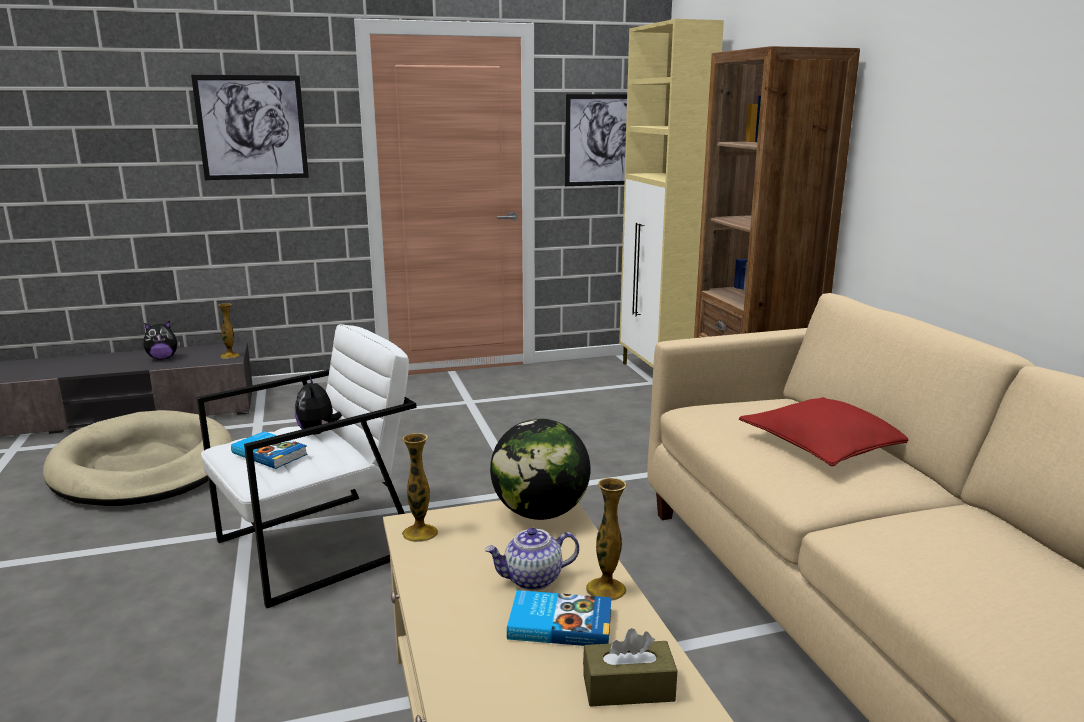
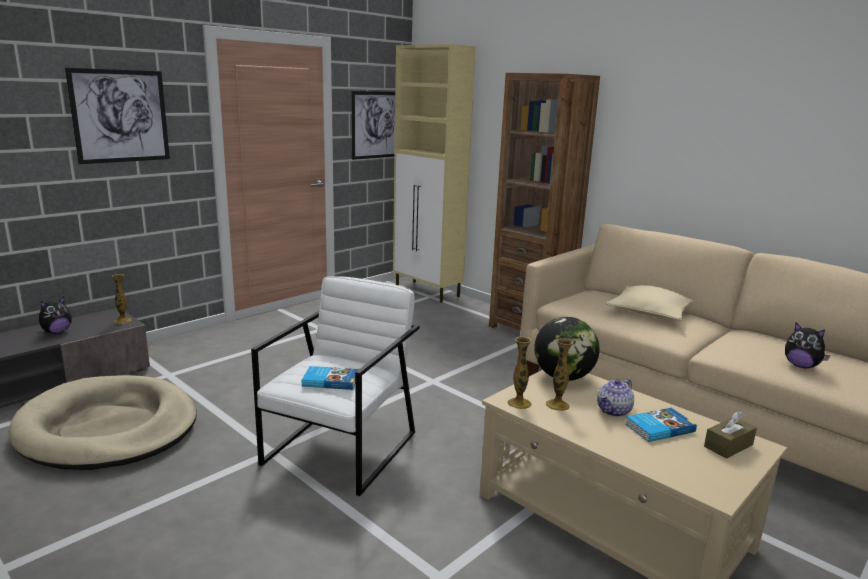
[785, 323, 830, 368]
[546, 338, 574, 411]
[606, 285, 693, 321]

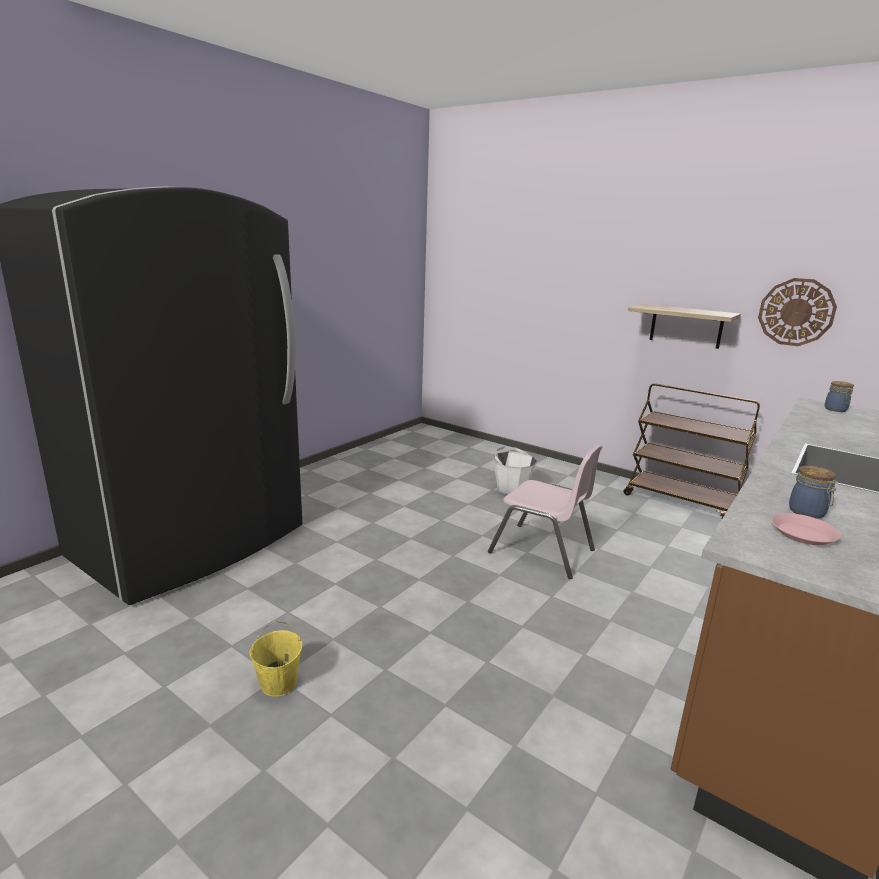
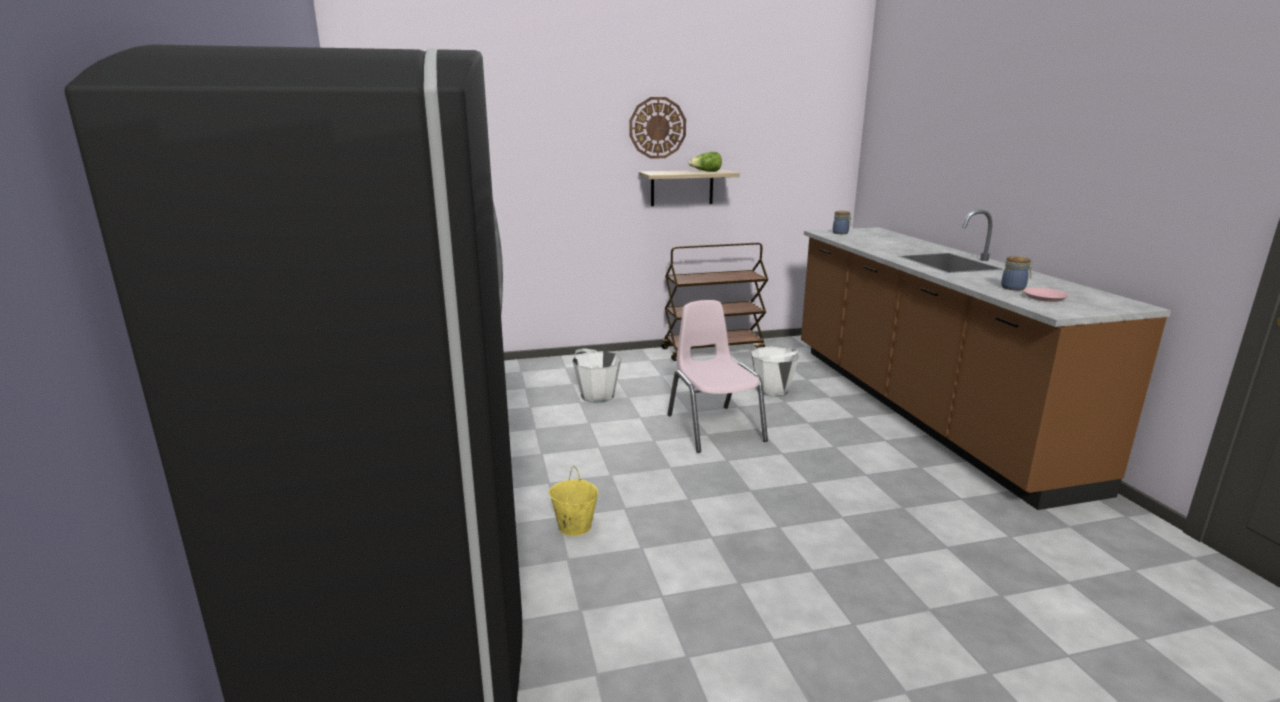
[549, 466, 598, 536]
[667, 300, 768, 453]
[629, 97, 686, 159]
[688, 152, 722, 172]
[751, 346, 799, 397]

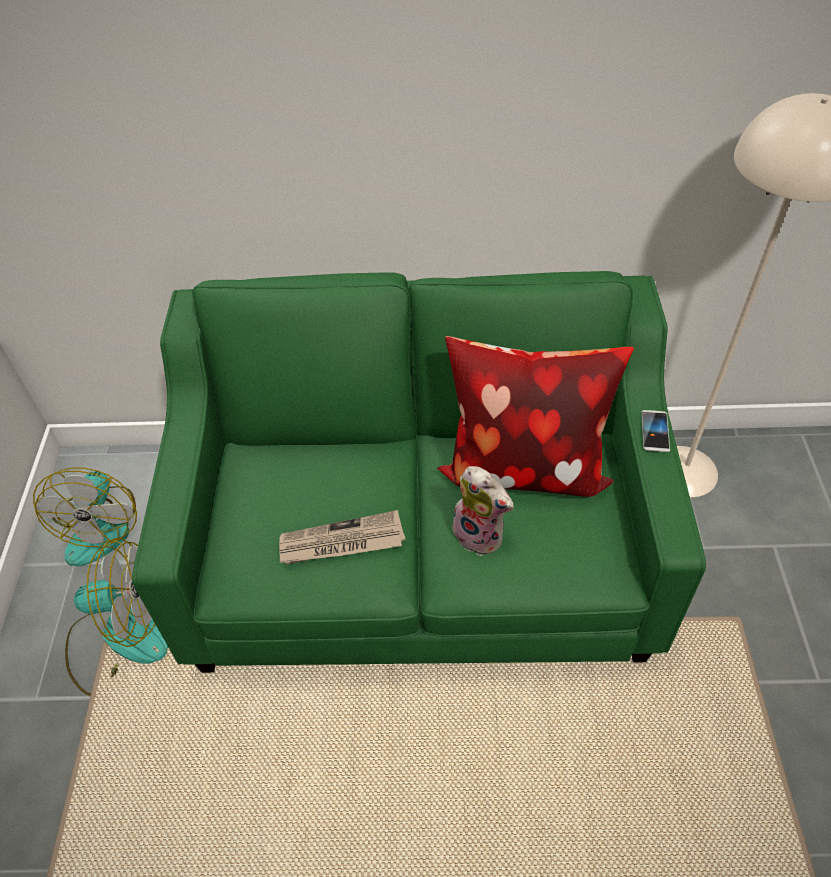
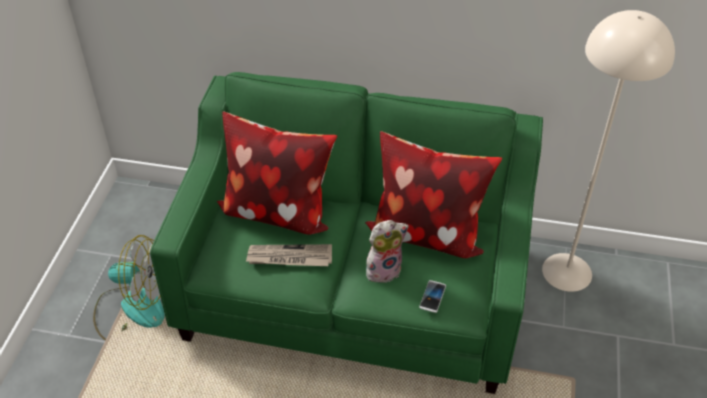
[33, 468, 137, 566] (first image)
[366, 220, 409, 283]
[419, 280, 446, 313]
[217, 111, 337, 235]

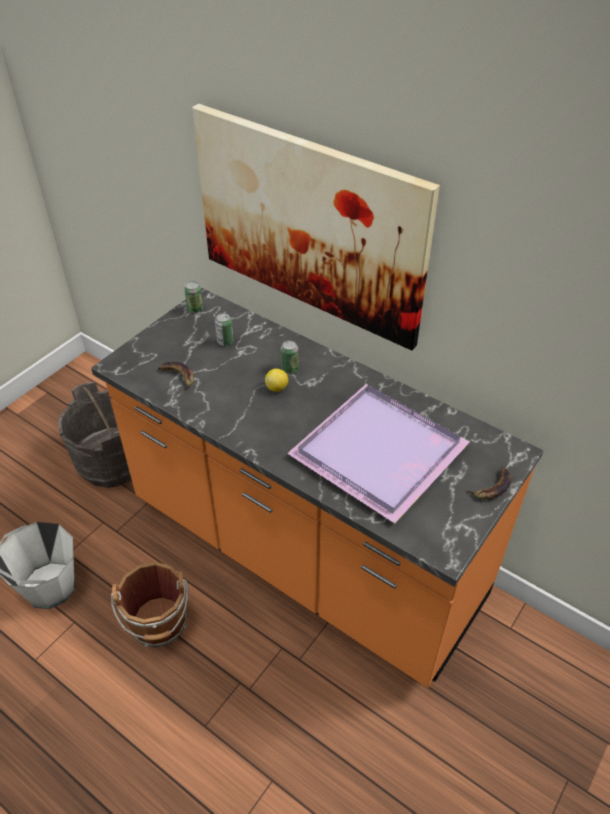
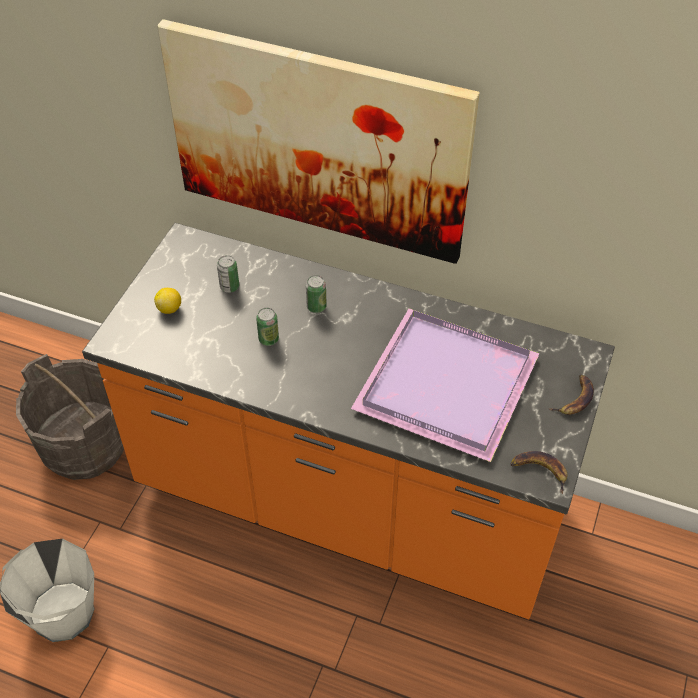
[111, 562, 188, 648] (first image)
[510, 451, 568, 494]
[256, 308, 279, 346]
[154, 288, 181, 314]

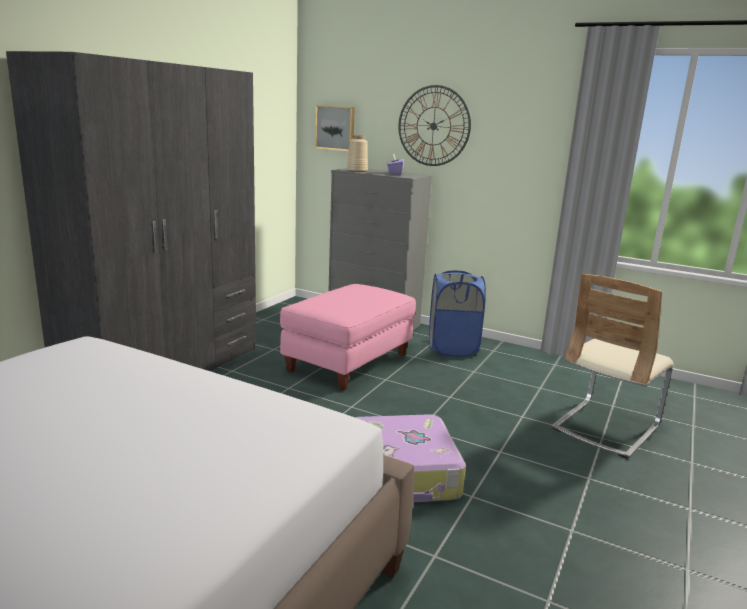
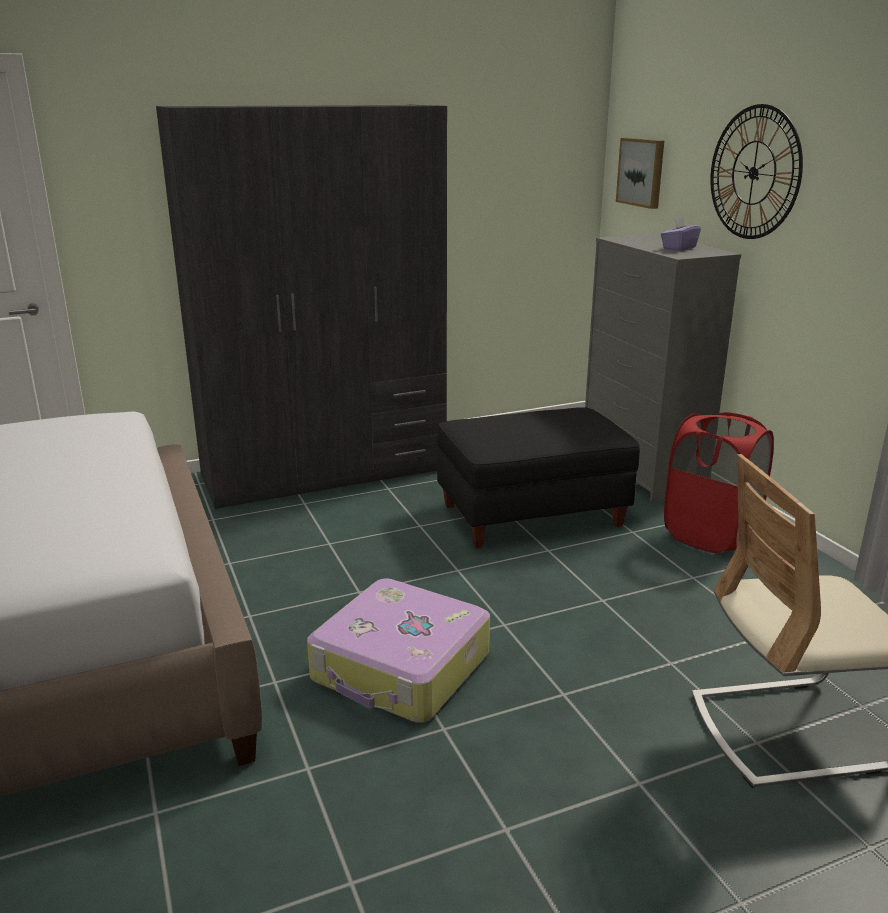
[437, 407, 640, 548]
[347, 135, 368, 172] (first image)
[664, 412, 774, 553]

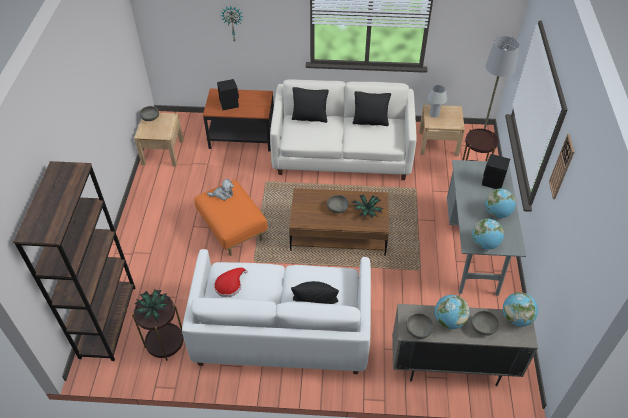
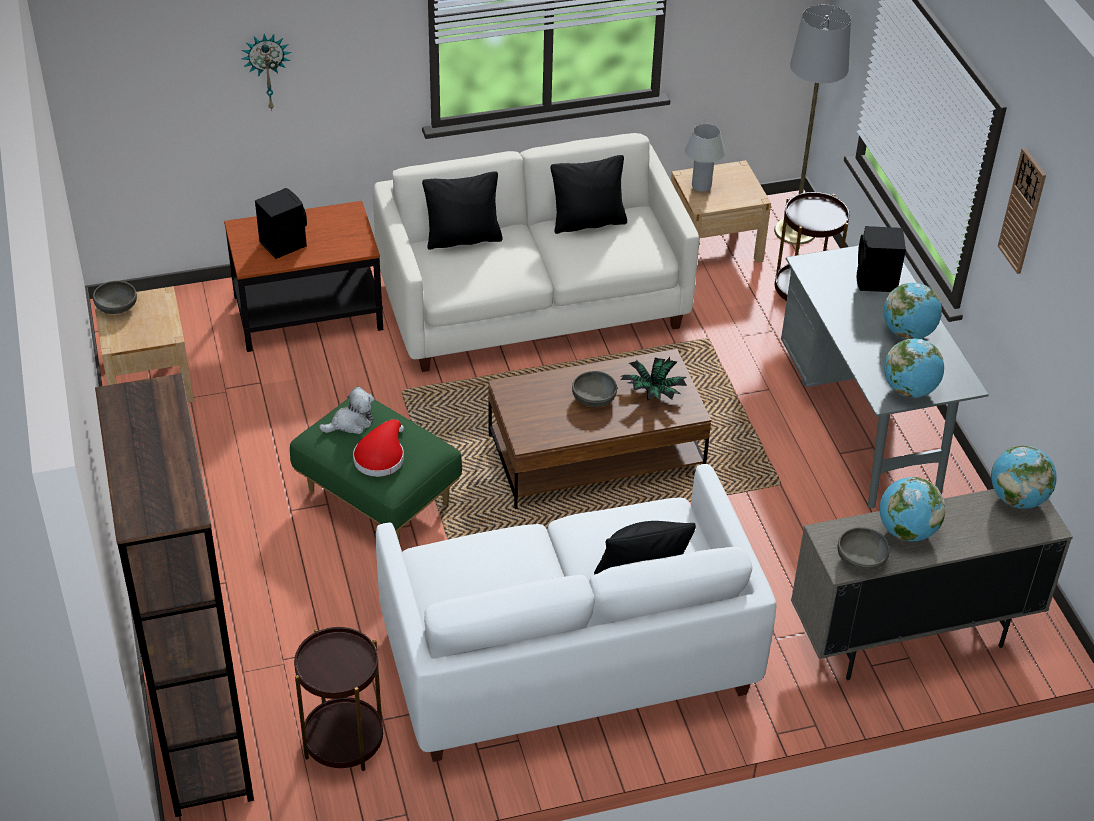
[134, 289, 170, 322] (first image)
[290, 399, 462, 544]
[353, 419, 404, 477]
[471, 310, 499, 336] (first image)

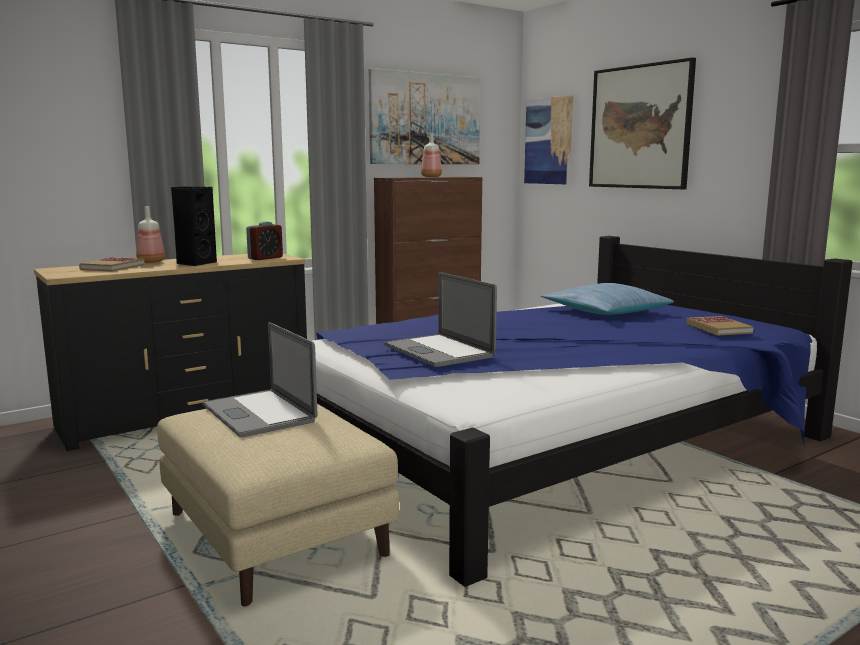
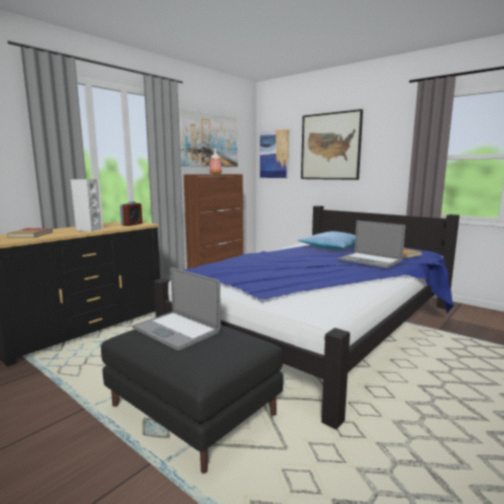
[136, 206, 165, 263] (first image)
[101, 324, 283, 473]
[70, 179, 103, 232]
[338, 220, 405, 268]

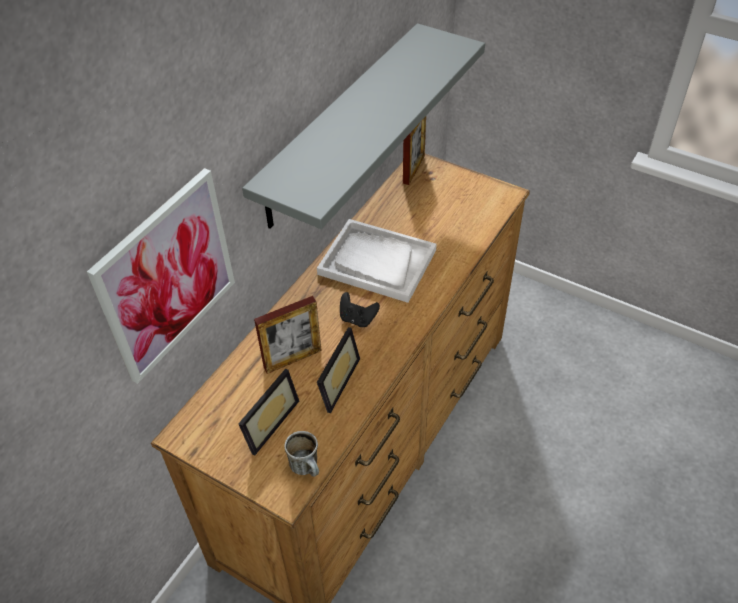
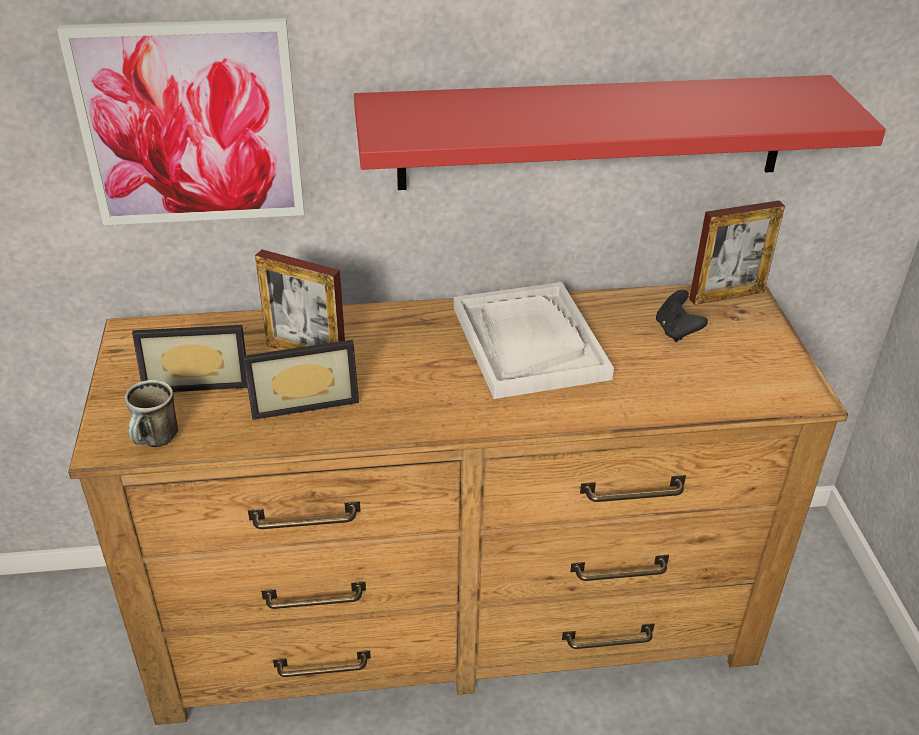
[354, 75, 886, 190]
[656, 290, 708, 342]

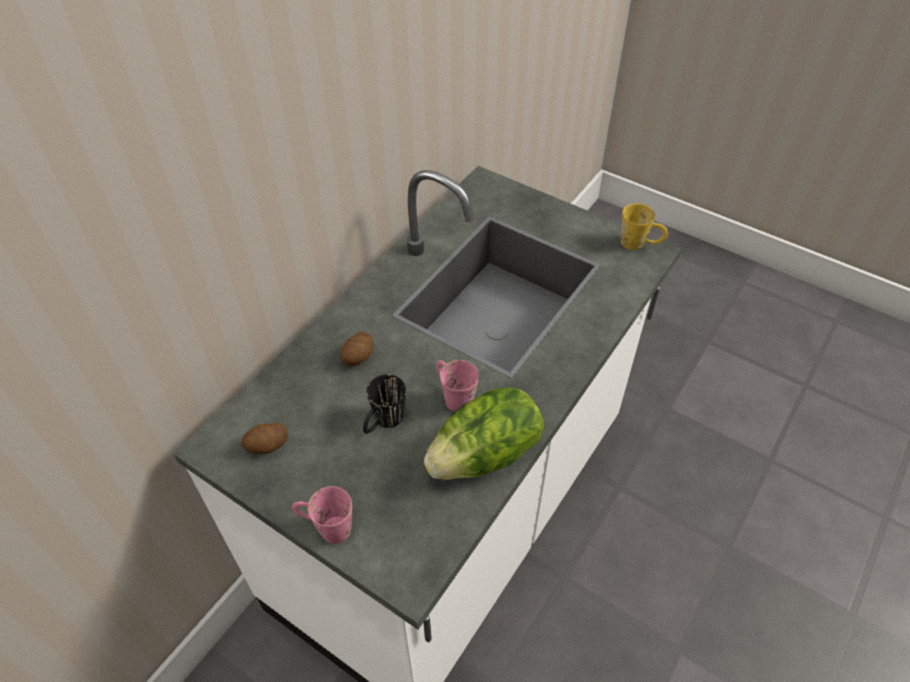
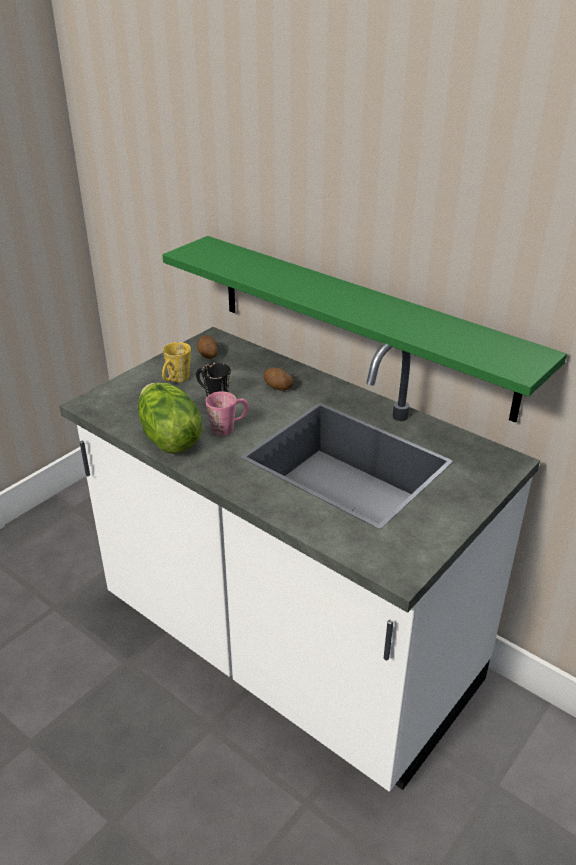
[292, 486, 352, 544] (first image)
[162, 342, 191, 382]
[162, 236, 567, 423]

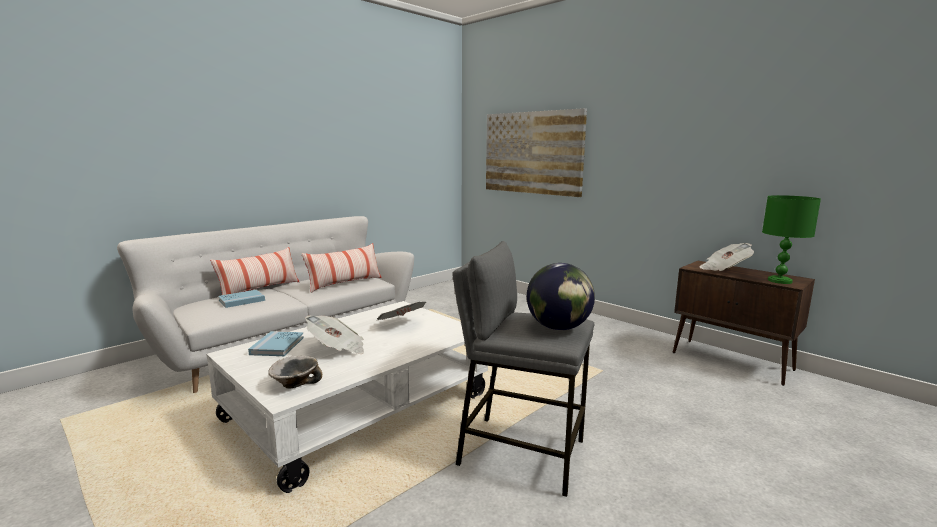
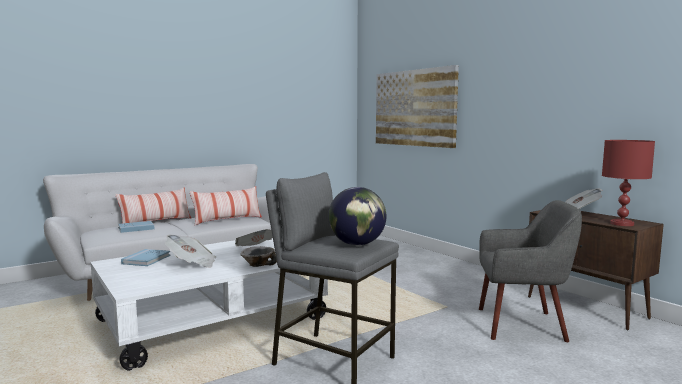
[240, 246, 277, 267]
[602, 140, 655, 226]
[479, 200, 582, 342]

